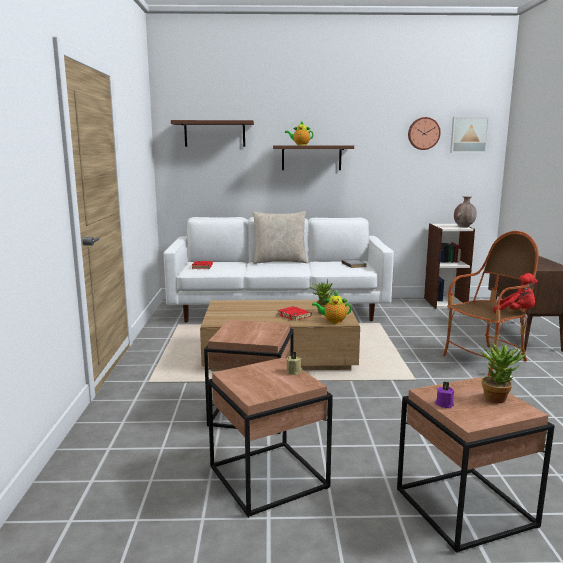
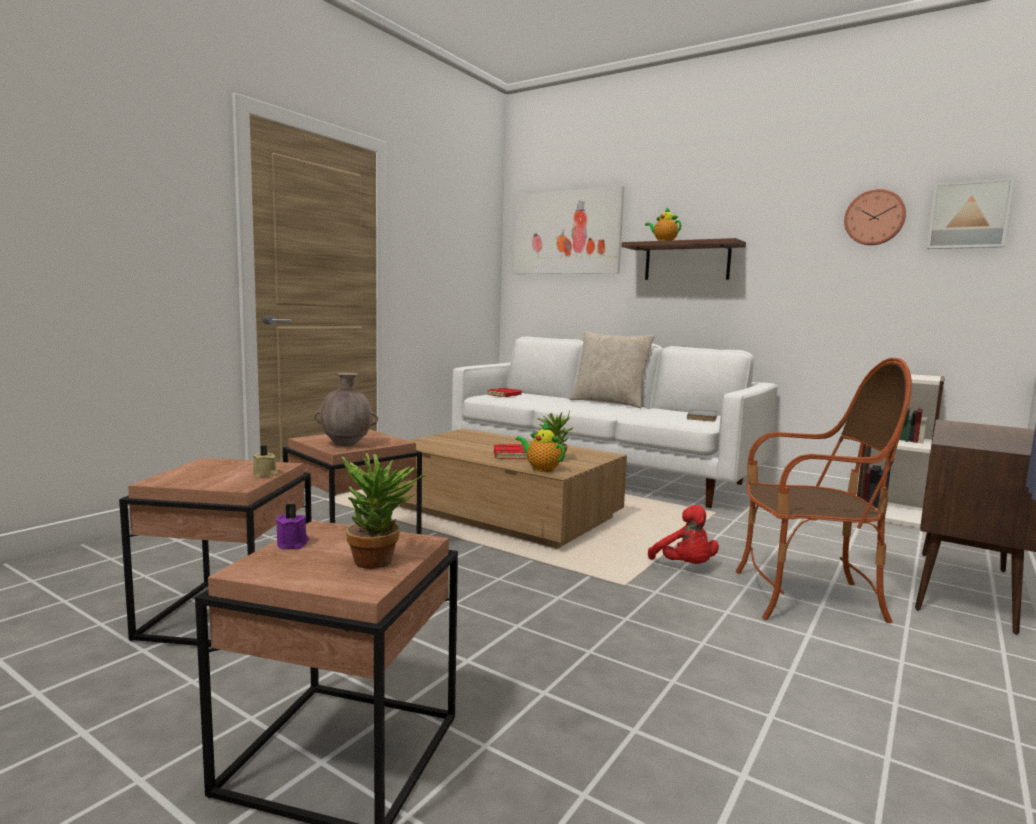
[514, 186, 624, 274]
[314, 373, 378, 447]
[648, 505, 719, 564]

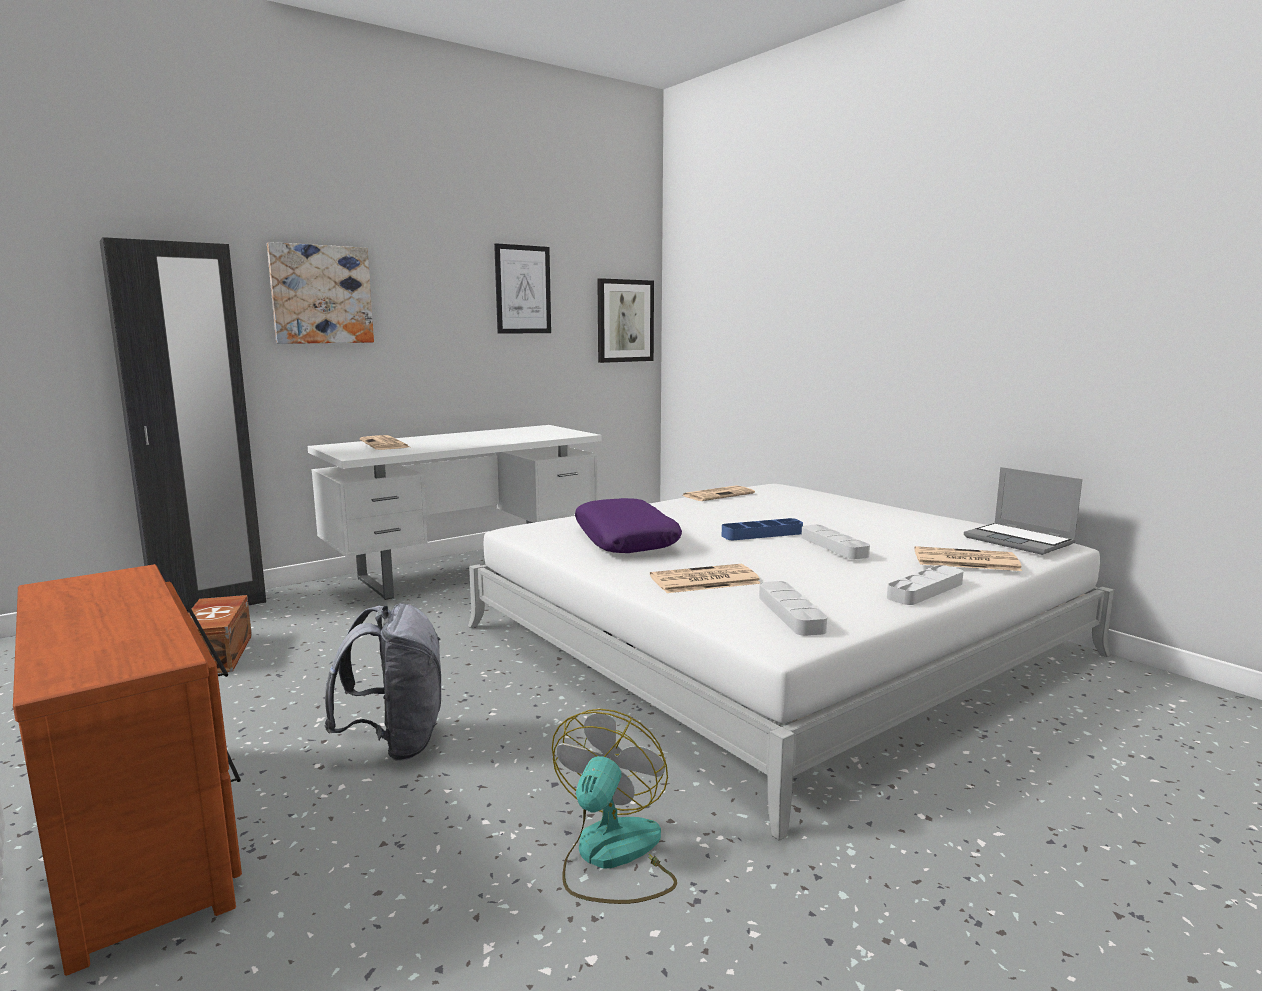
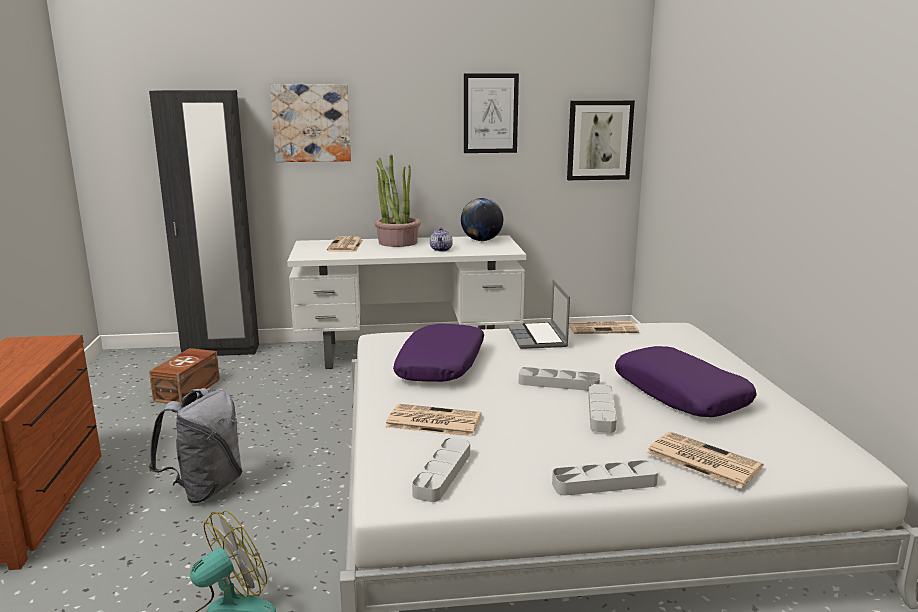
[519, 367, 600, 391]
[508, 279, 570, 349]
[374, 154, 421, 247]
[430, 228, 453, 251]
[461, 198, 503, 241]
[615, 346, 757, 417]

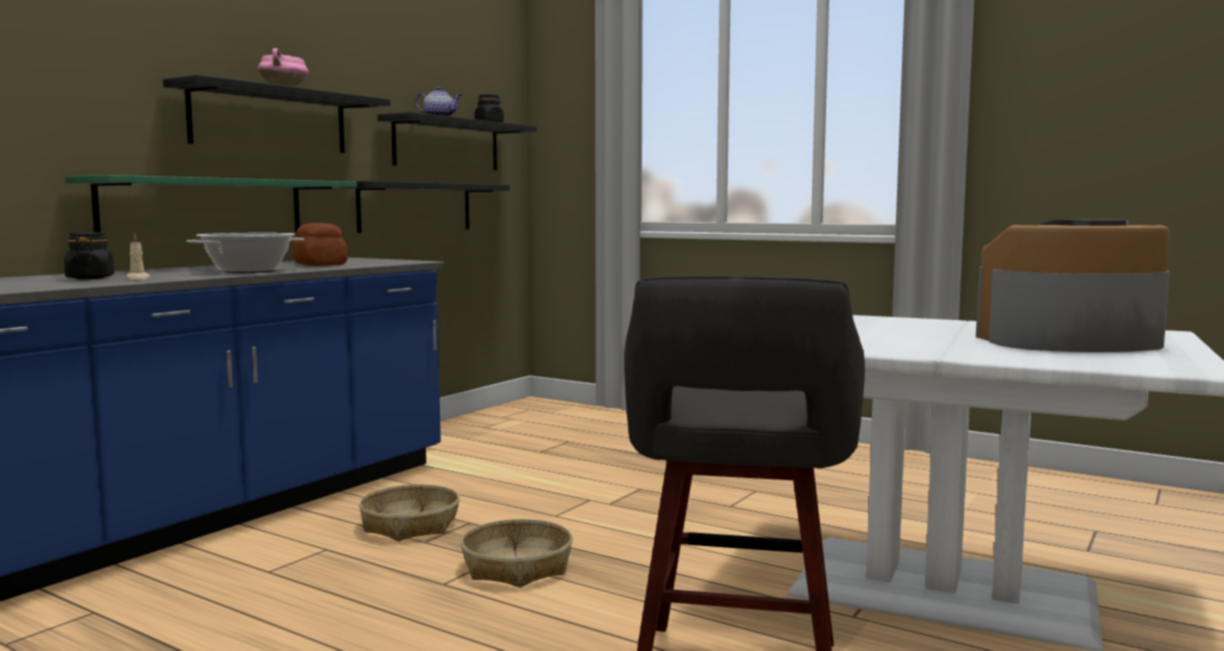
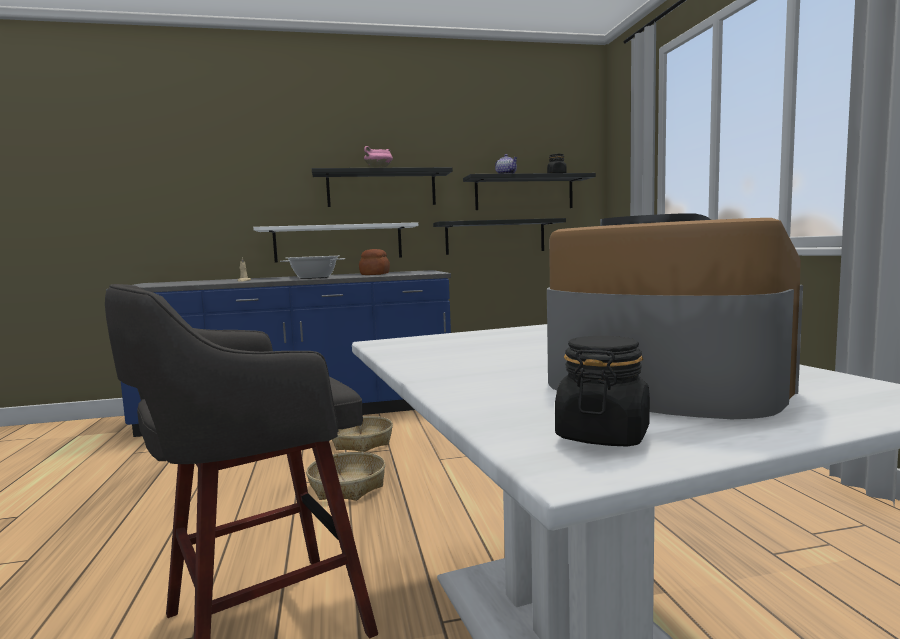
[555, 336, 650, 447]
[253, 222, 418, 262]

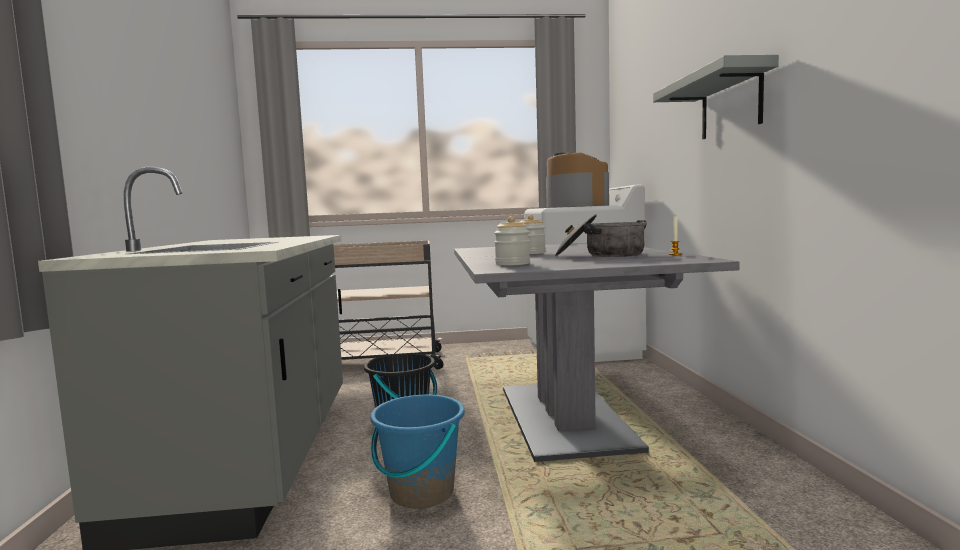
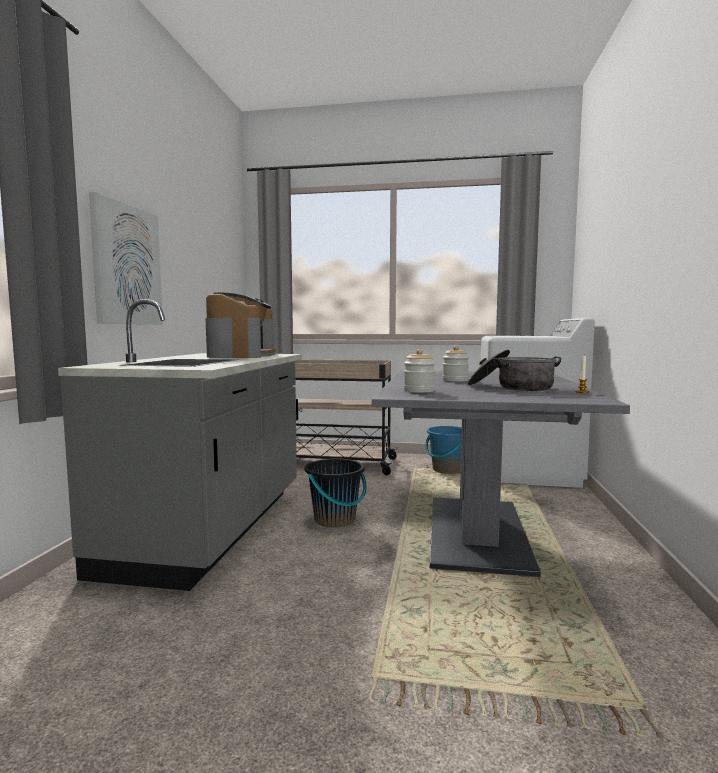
[425, 426, 462, 474]
[205, 293, 276, 358]
[653, 55, 779, 139] (first image)
[89, 192, 163, 324]

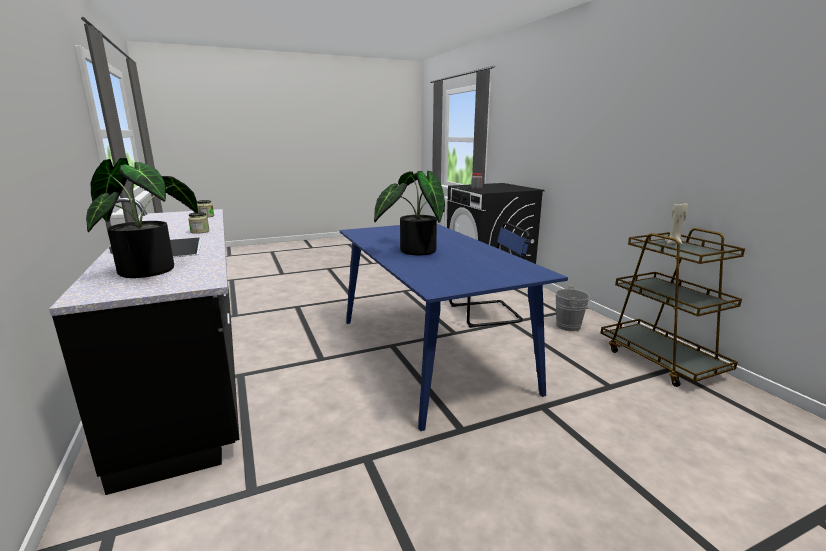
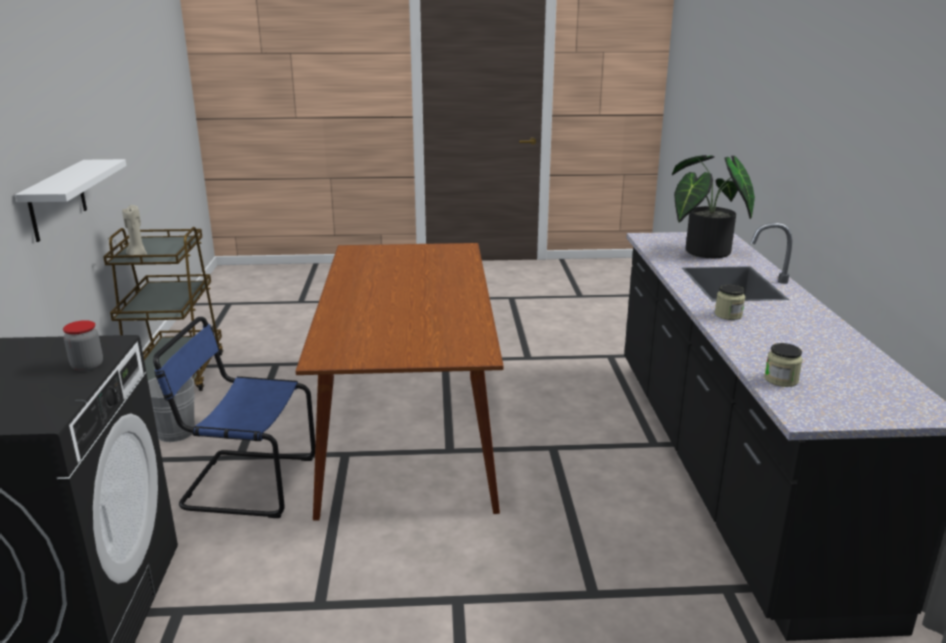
[295, 243, 504, 521]
[374, 171, 445, 255] (first image)
[15, 159, 127, 242]

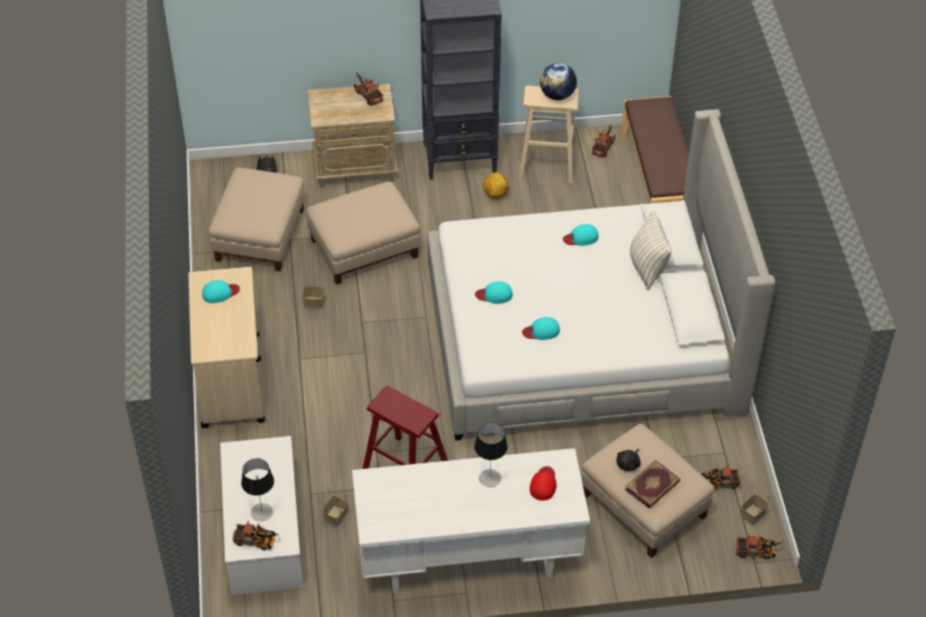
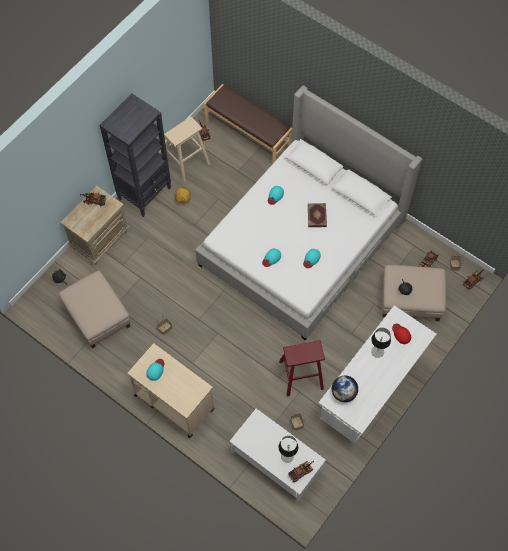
[306, 181, 420, 285] (first image)
[331, 376, 358, 402]
[308, 203, 327, 227]
[630, 211, 671, 290] (first image)

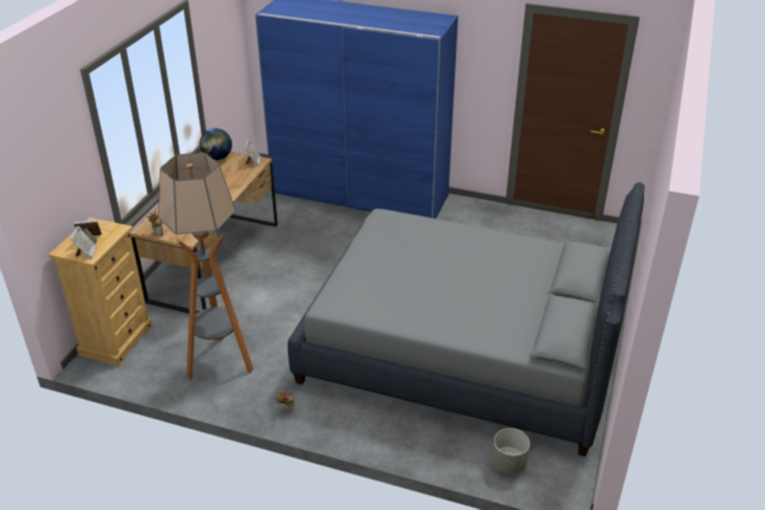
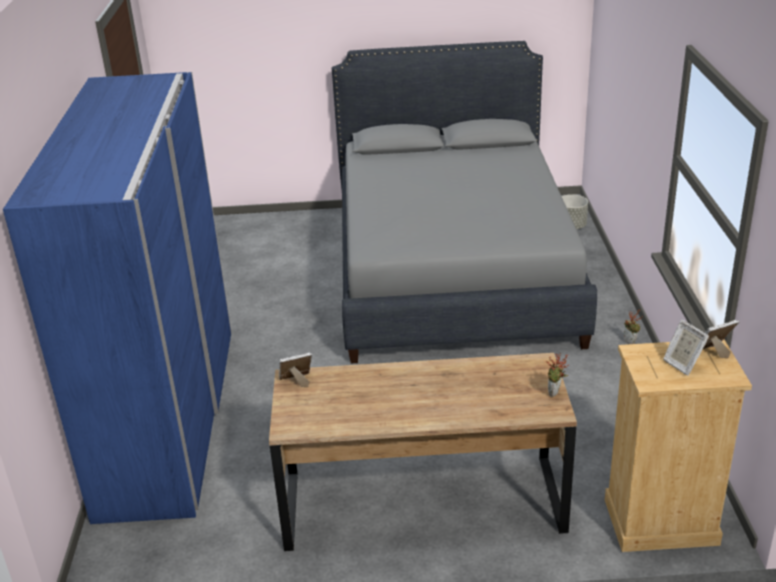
[158, 152, 253, 380] (first image)
[200, 128, 232, 160] (first image)

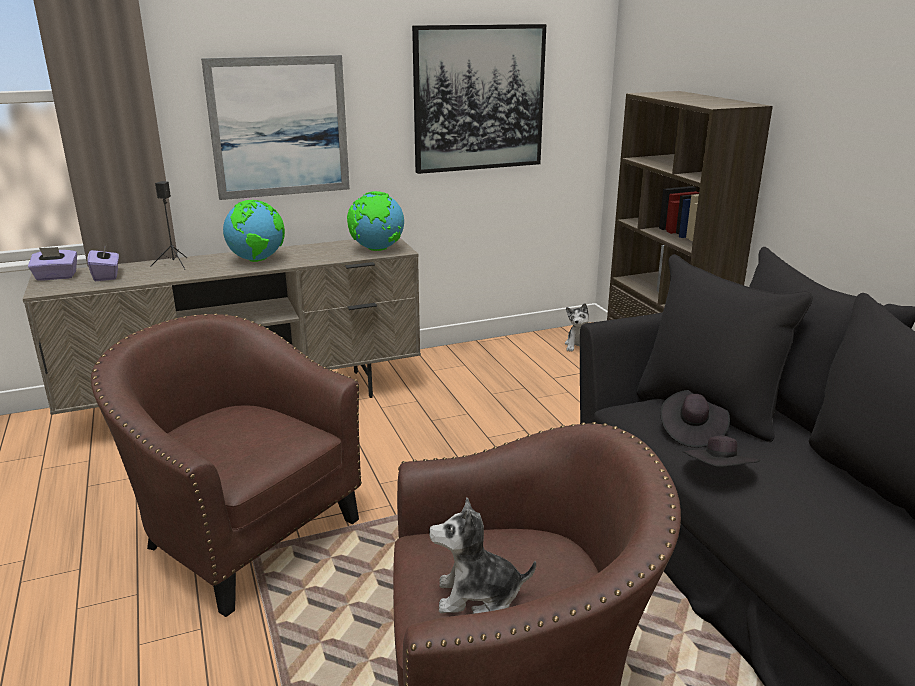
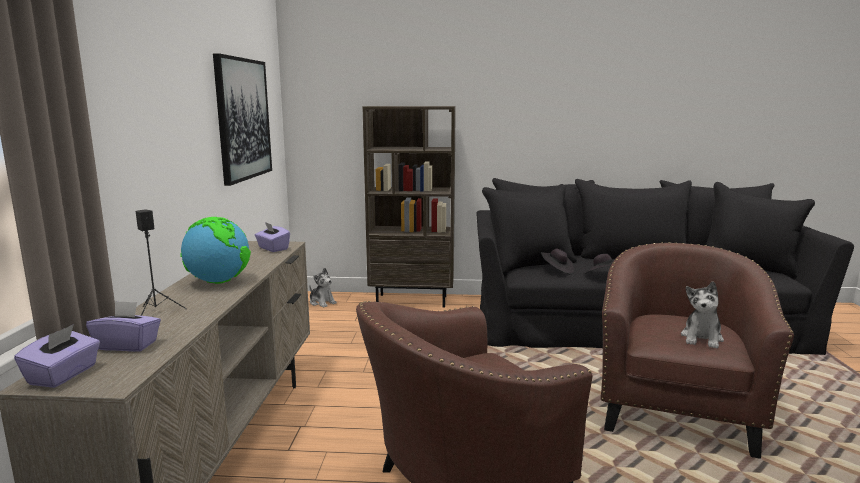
[201, 55, 350, 200] (first image)
[255, 222, 290, 252]

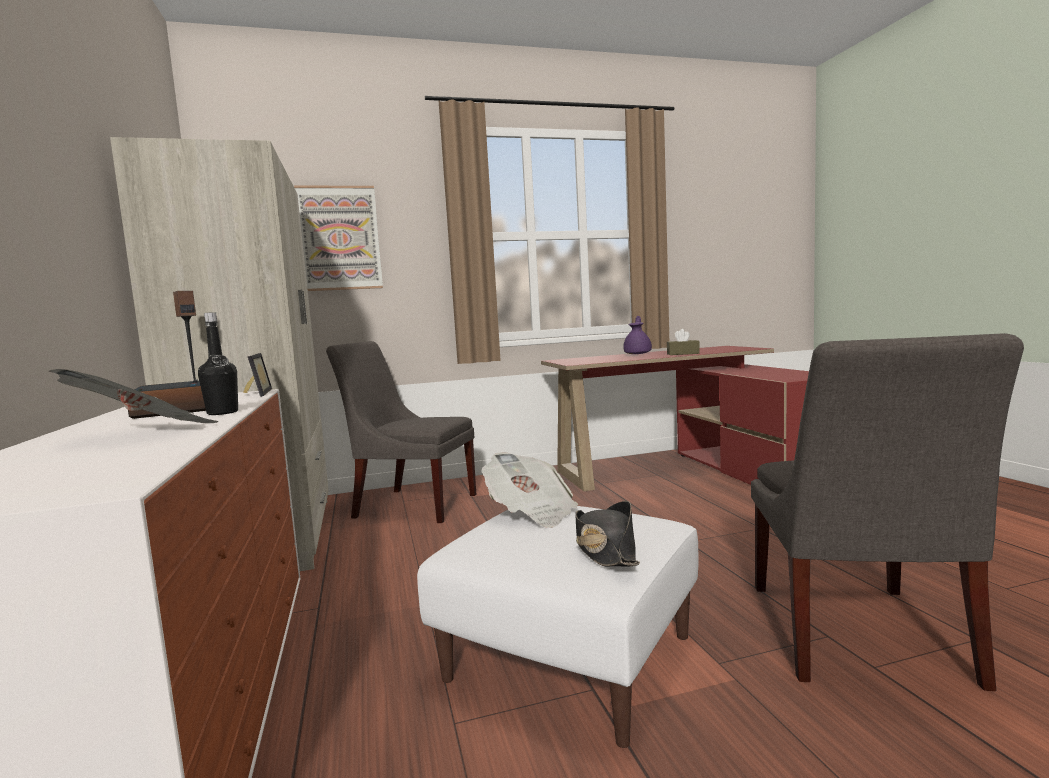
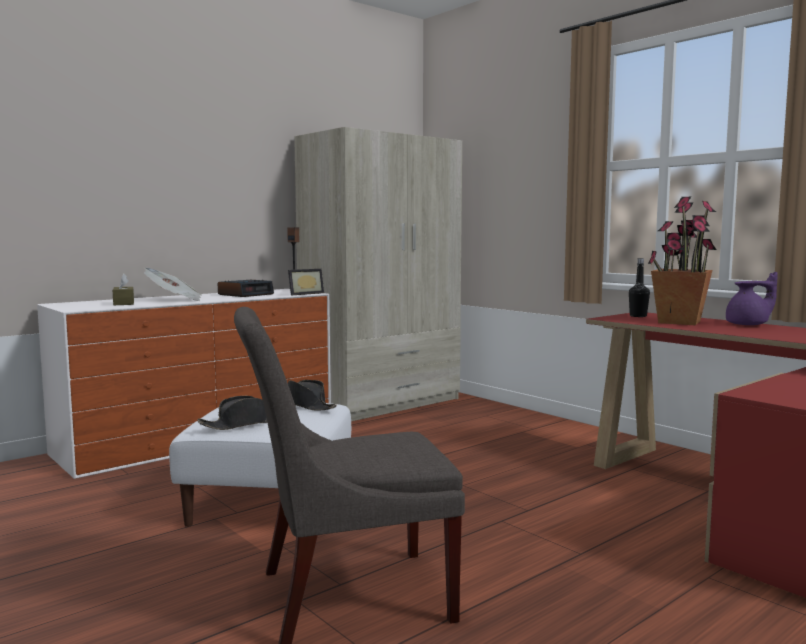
[629, 258, 650, 317]
[294, 186, 383, 291] (first image)
[326, 341, 476, 523] (first image)
[288, 380, 337, 411]
[113, 274, 134, 305]
[648, 196, 717, 326]

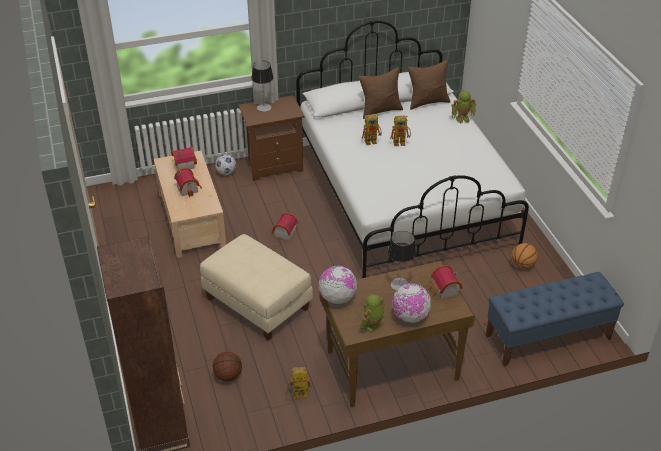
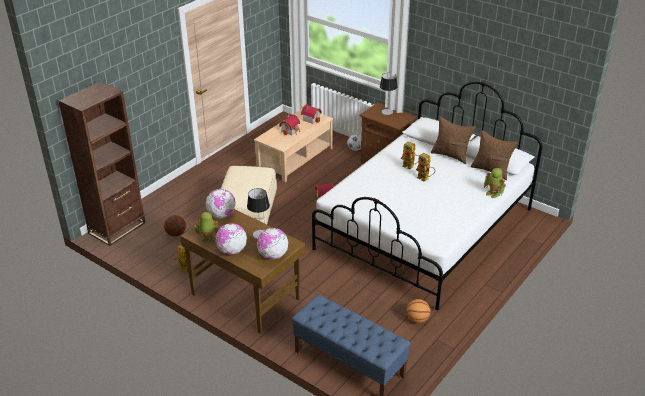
[257, 228, 289, 260]

